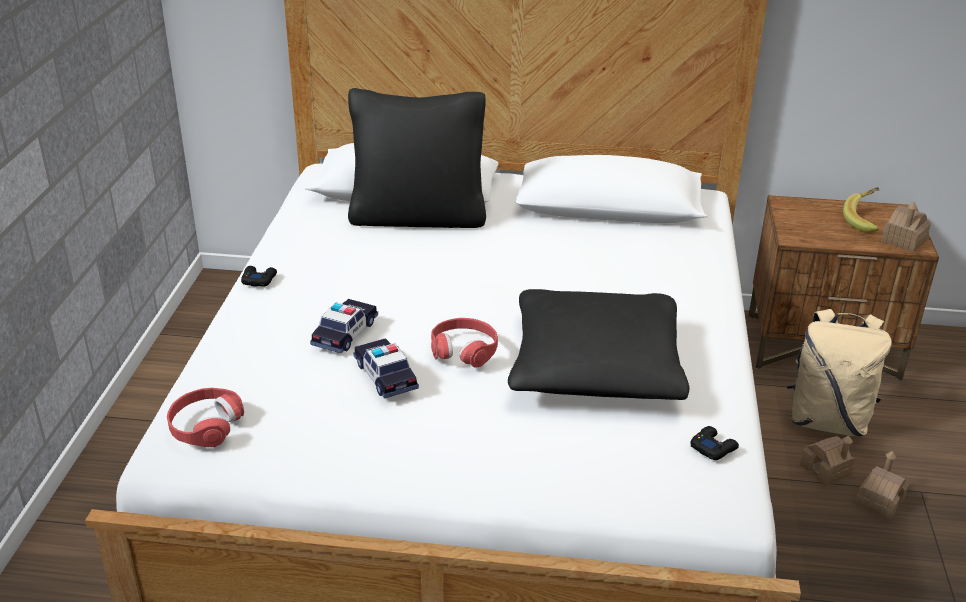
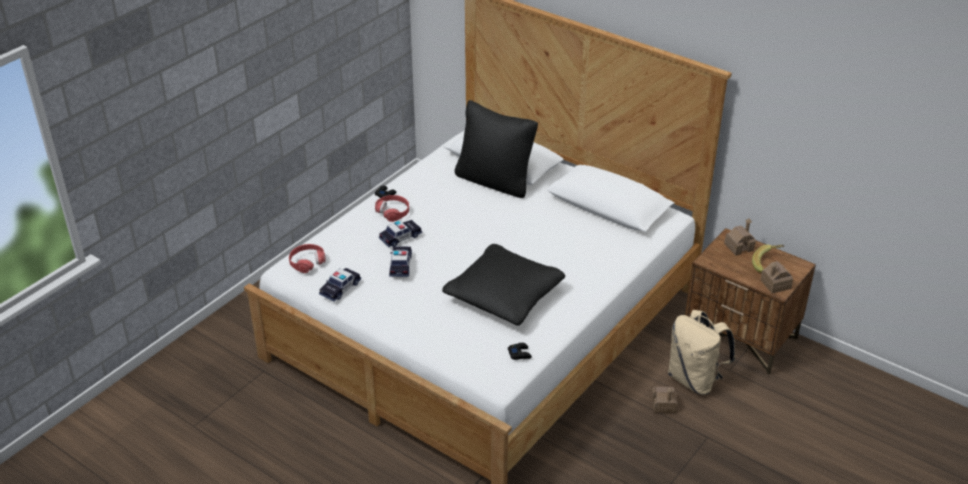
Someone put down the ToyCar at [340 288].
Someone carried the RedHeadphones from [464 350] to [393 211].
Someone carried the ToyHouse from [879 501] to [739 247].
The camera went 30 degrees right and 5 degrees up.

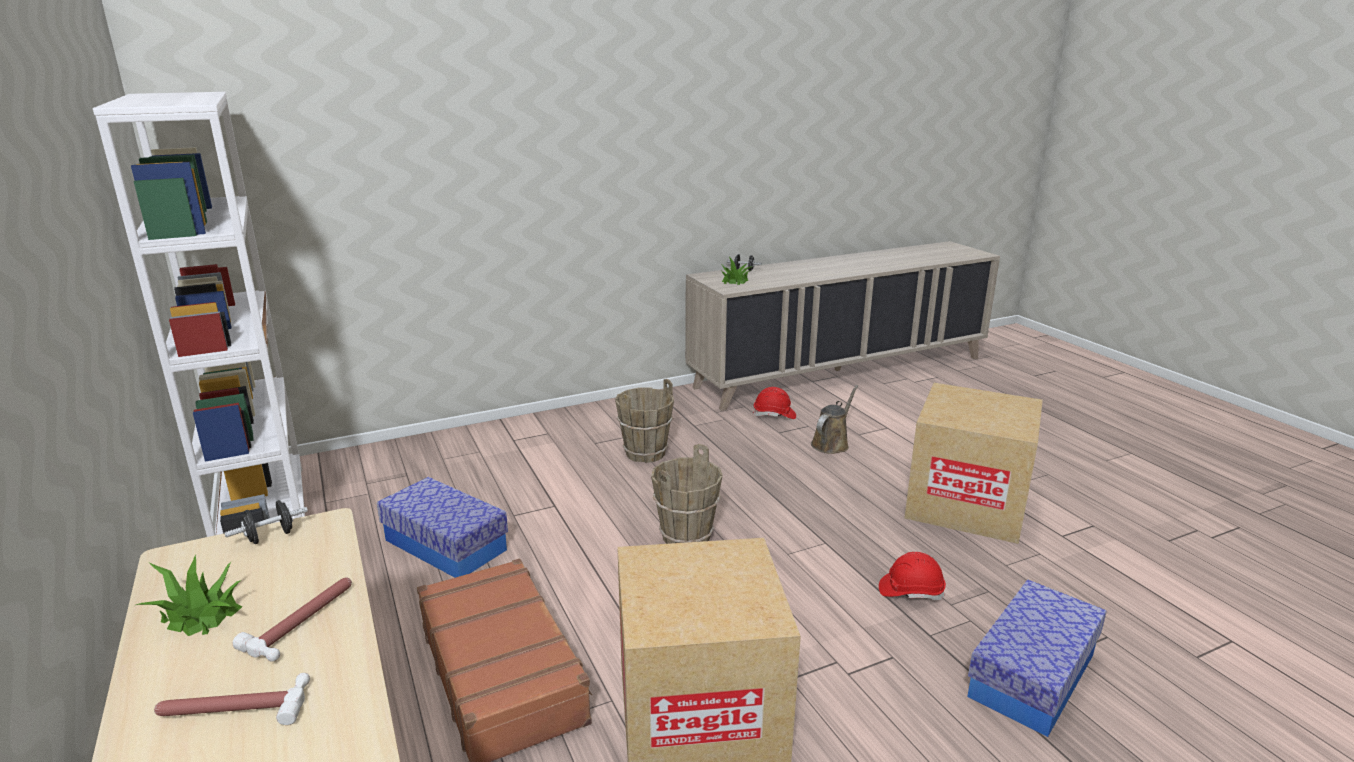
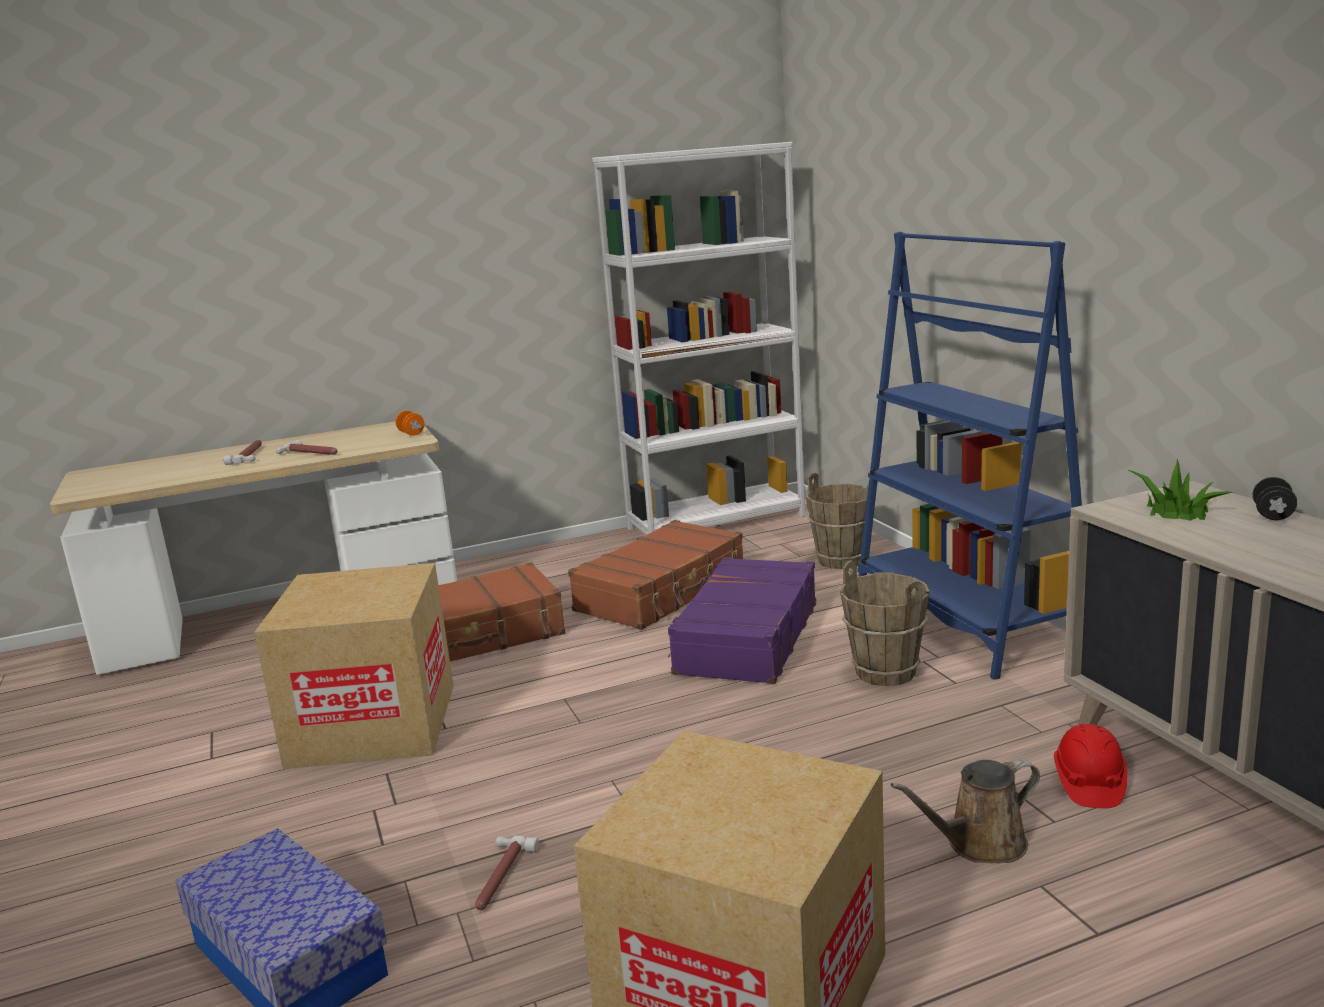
Someone took away the PottedPlant at [200 614].
Someone put down the PurpleSuitcase at [746 638].
Someone put down the BlueBookcase at [966 620].
Someone carried the BrownBucket from [687 537] to [841 561].
Someone swapped the StorageBox at [445 545] for the BrownSuitcase at [662 592].
Someone swapped the RedHardHat at [910 591] for the Hammer at [499 877].
Someone repainted the BlackDumbbell at [270 536], which became the OrangeDumbbell at [411 433].
Someone rotated the BrownWateringCan at [831 443] by 120 degrees clockwise.
The camera went 95 degrees right and 5 degrees down.

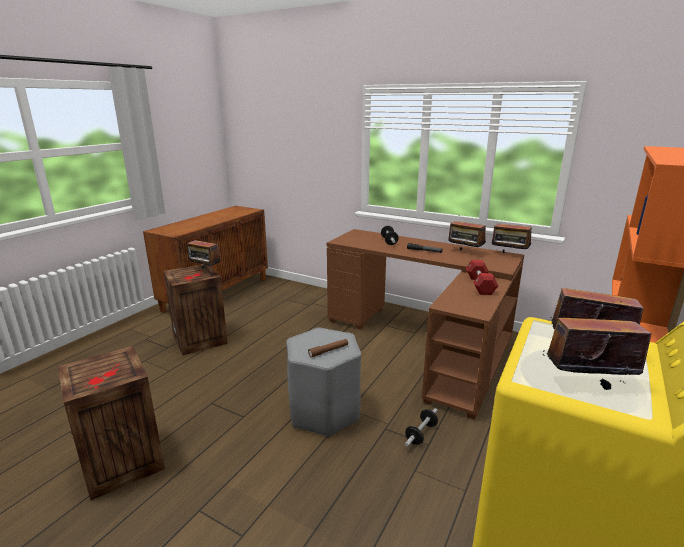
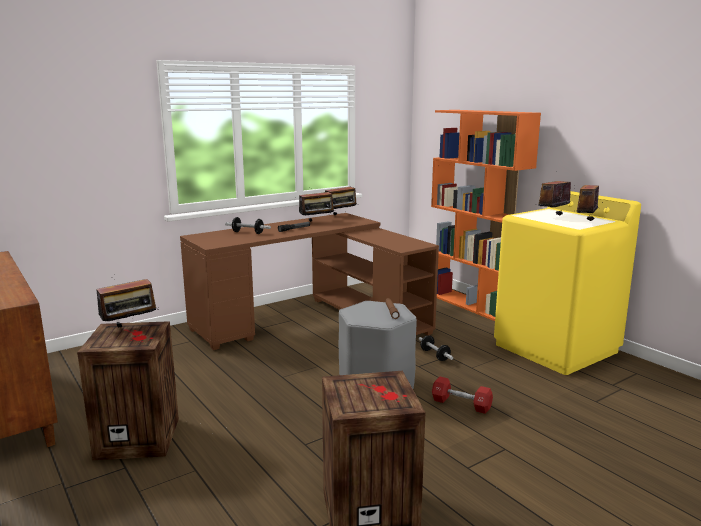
Someone carried the RedDumbbell from [480 285] to [461 404].
The camera went 65 degrees left and 5 degrees down.

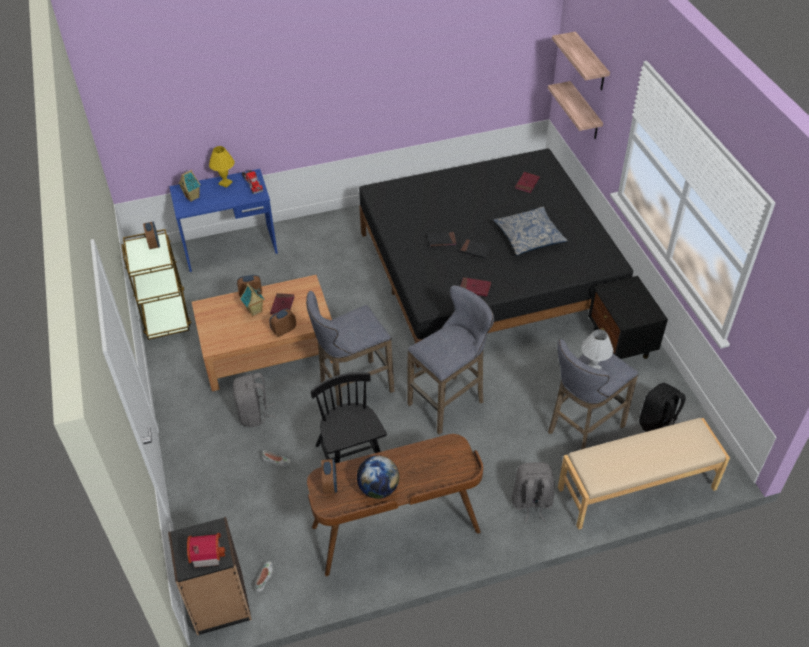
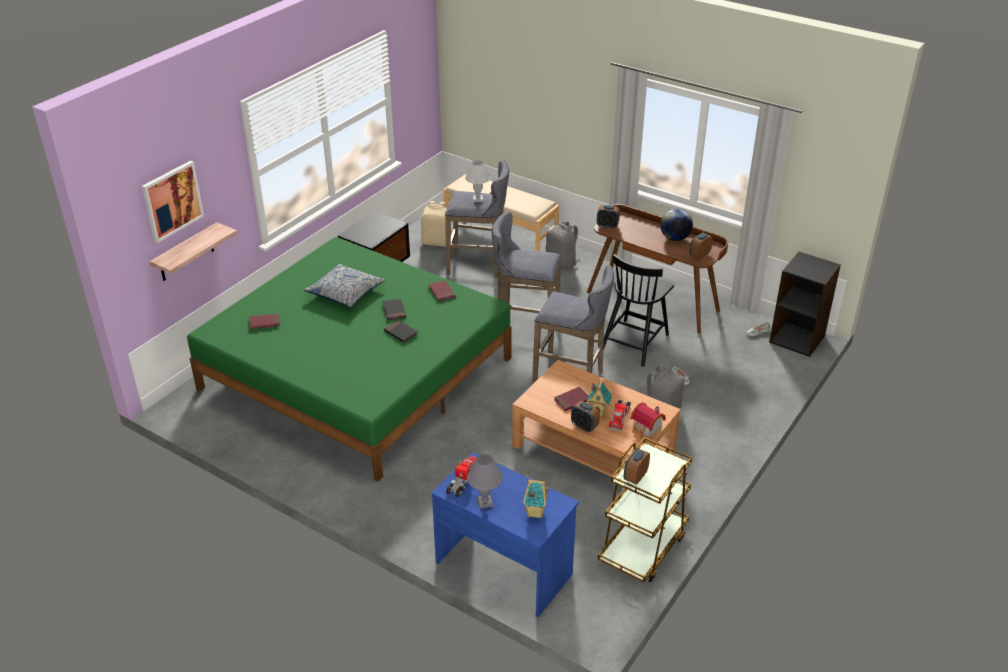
Someone put down the ToyTruck at [619 417].
Someone carried the ToyHouse from [206 553] to [646 428].
Someone carried the AlarmClock from [284 330] to [607 226].
Someone swapped the Shelf at [590 62] for the Picture at [172 200].
Someone repainted the YellowTableLamp at [225 183], which became the GreyTableLamp at [485 502].
Someone repainted the BlackBed at [486 273], which became the GreenBed at [357 373].
Someone repainted the BlackBackpack at [657 424], which became the BeigeBackpack at [437 242].
The camera went 130 degrees left and 10 degrees down.

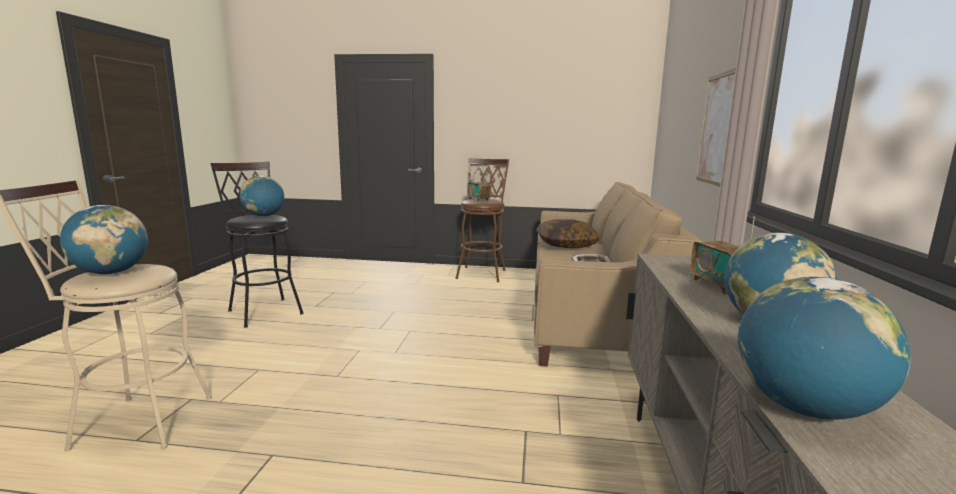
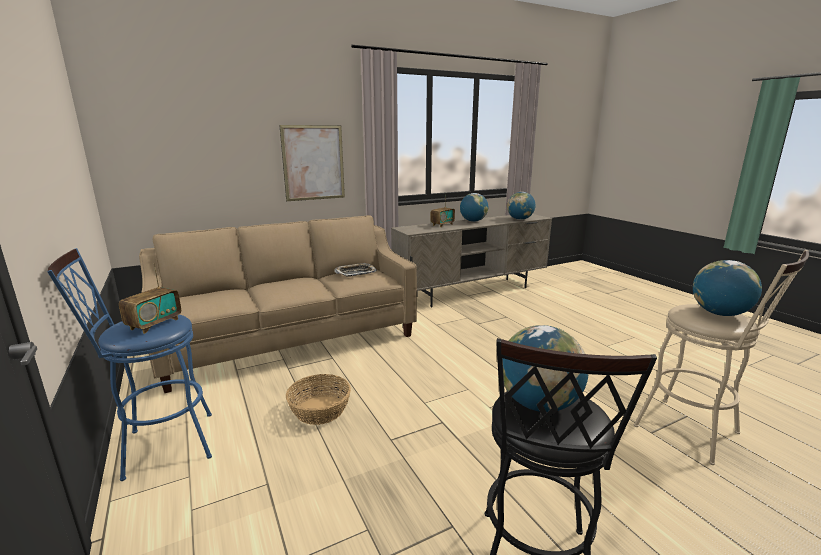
Someone took away the Pillow at [565 245].
Someone put down the Basket at [320 410].
Someone repainted the BrownStool at [482 273], which became the BlueStool at [160 446].
The camera went 125 degrees left and 5 degrees up.

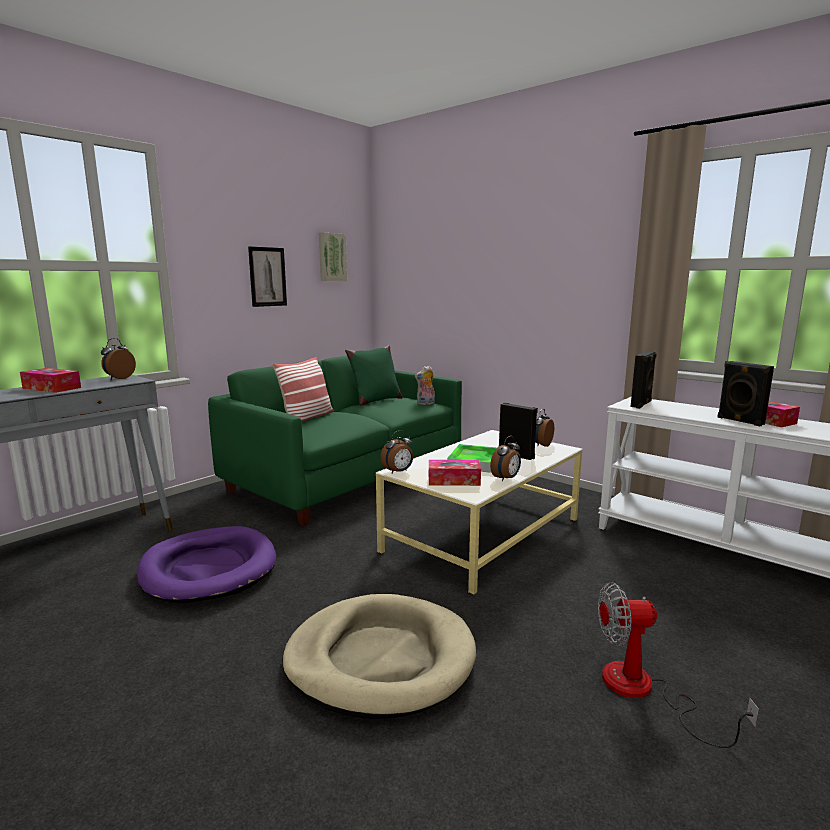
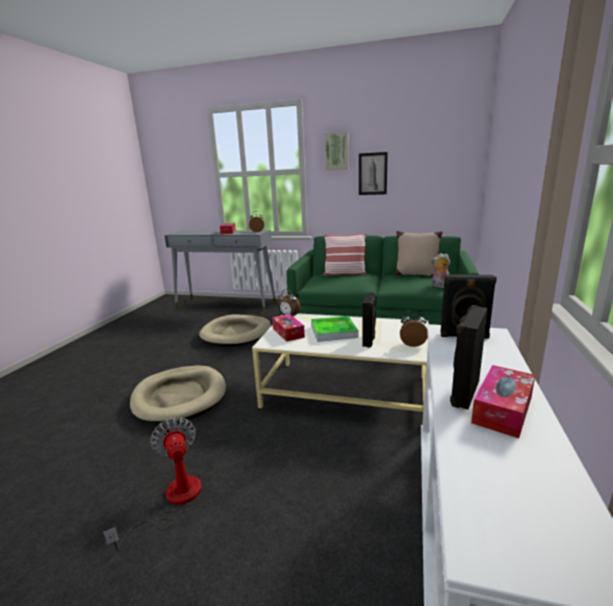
Someone took away the AlarmClock at [506 478].
Someone carried the Picture from [331 257] to [336 151].
Someone repainted the PurpleDogBed at [209 569], which became the BeigeDogBed at [236 333].
Someone repainted the GreenPillow at [375 401], which became the BeigePillow at [416 275].
The camera went 65 degrees right and 5 degrees up.

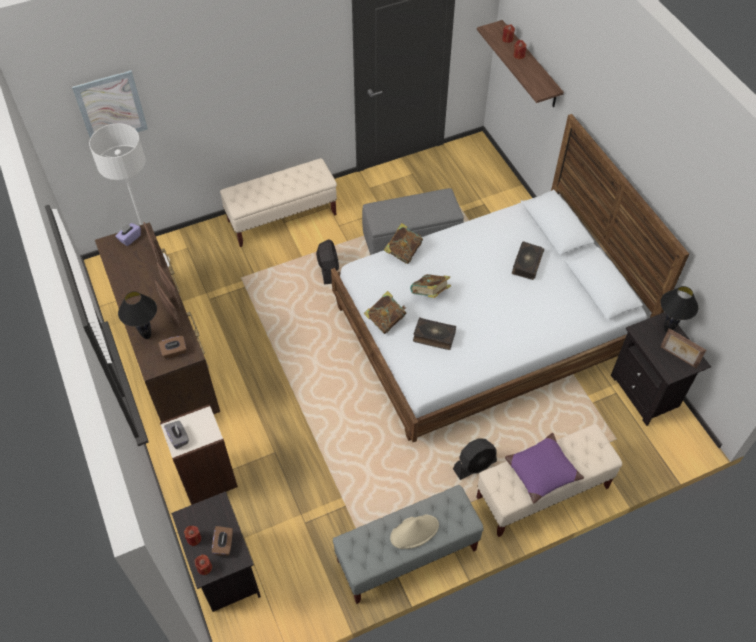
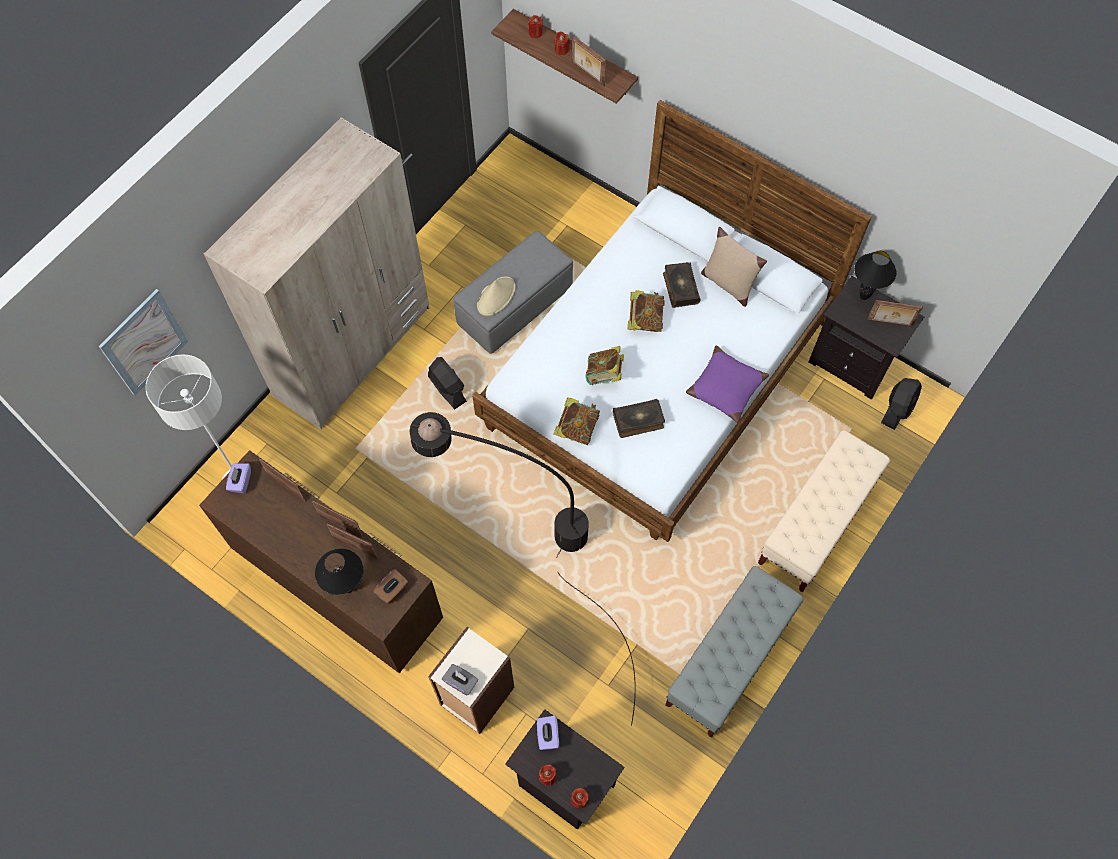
Someone took away the BrownTissueBox at [224 545].
Someone put down the BlackFloorLamp at [528 548].
Someone put down the PurpleTissueBox at [547 735].
Someone put down the PictureFrame at [587 74].
Someone put down the BeigePillow at [728 283].
Someone carried the Book from [403 252] to [644 320].
Someone carried the BeigeHat from [414 531] to [496 296].
Someone carried the BlackFan from [475 465] to [897 409].
Someone carried the PurplePillow from [542 471] to [725 388].
Someone swapped the BeigeBench at [282 218] for the BeigeWardrobe at [353 351].
The camera went 30 degrees left and 10 degrees up.

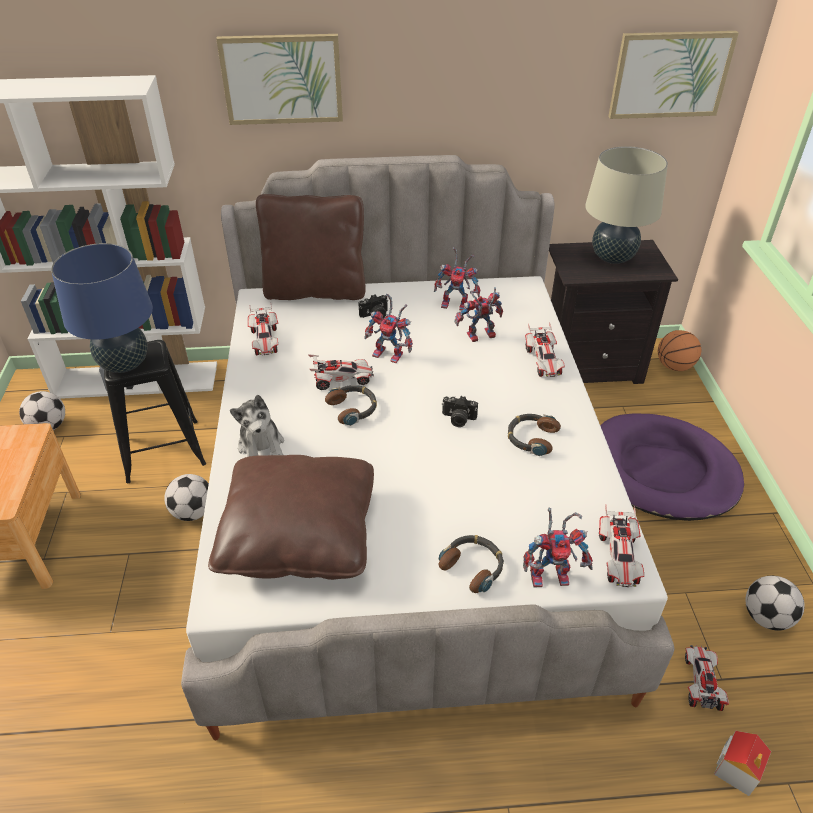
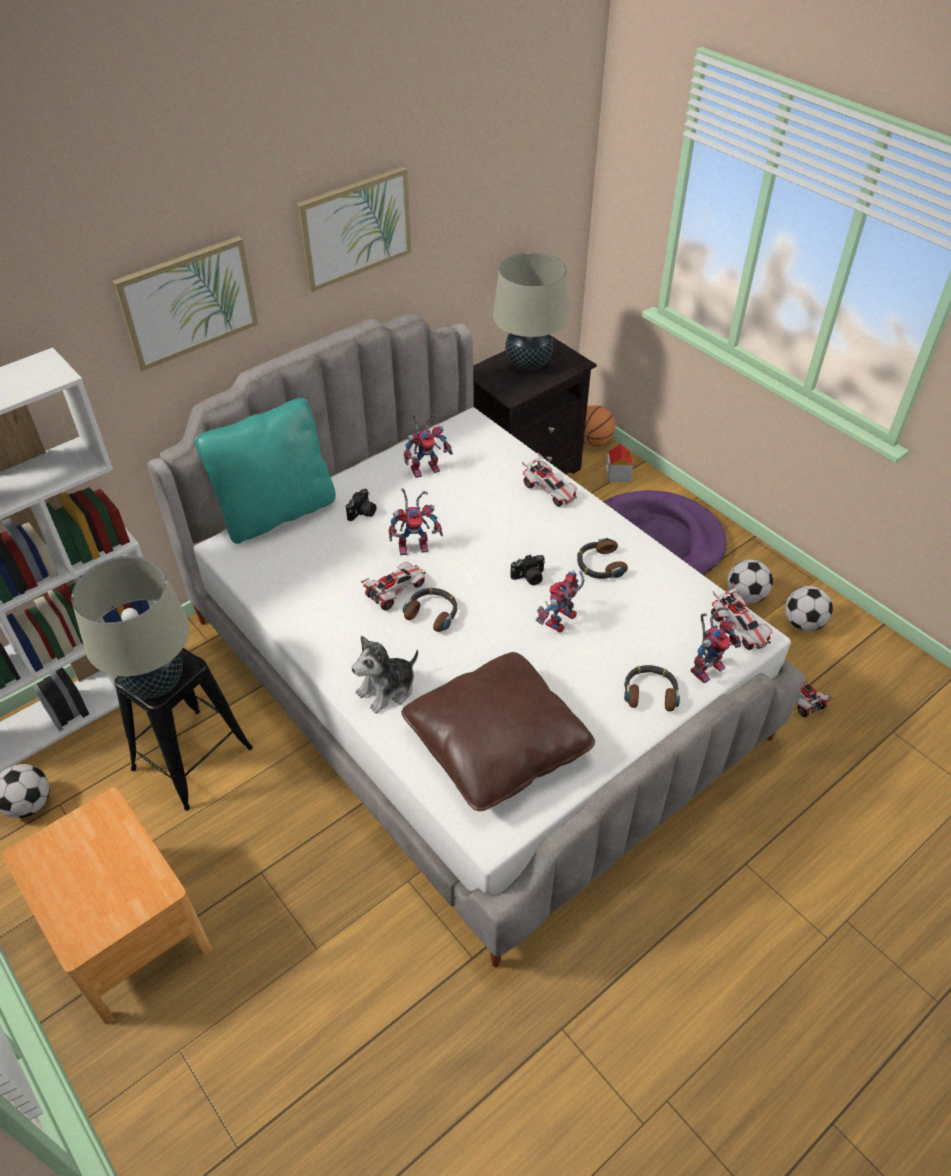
Someone took away the ToyCar at [265 341].
Someone carried the Football from [193 512] to [745 596].
Someone carried the ToyRobot from [479 337] to [561 623].
Someone carried the Picture from [670 74] to [354 228].
Someone carried the ToyHouse from [737 769] to [618 474].
Someone repainted the BlueTableLamp at [124 364], which became the BeigeTableLamp at [155 683].
Someone repainted the BrownPillow at [315 290], which became the TurquoisePillow at [277 513].
Someone rotated the PlushToy at [262 446] by 105 degrees clockwise.
The camera went 35 degrees left and 5 degrees up.

